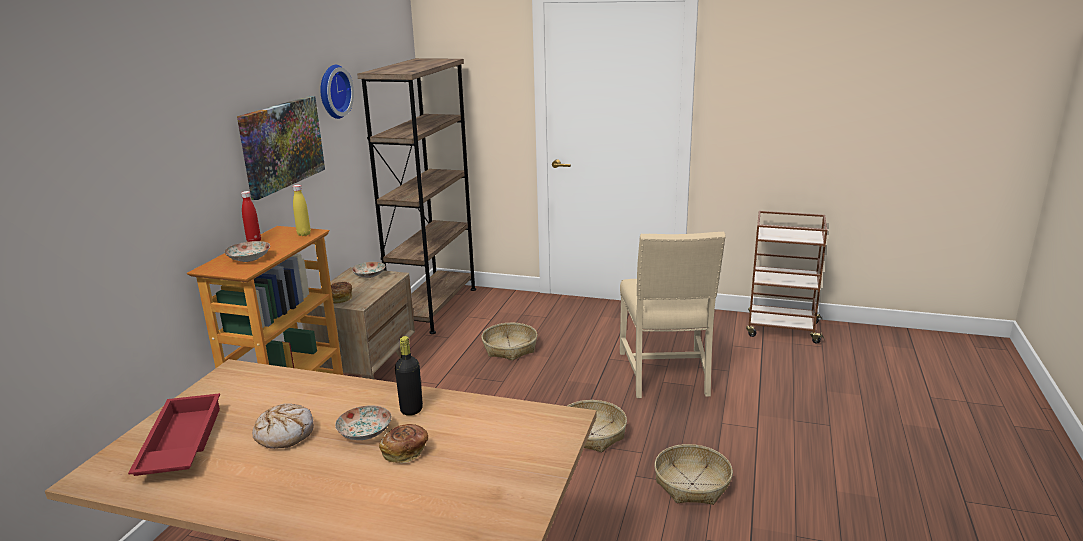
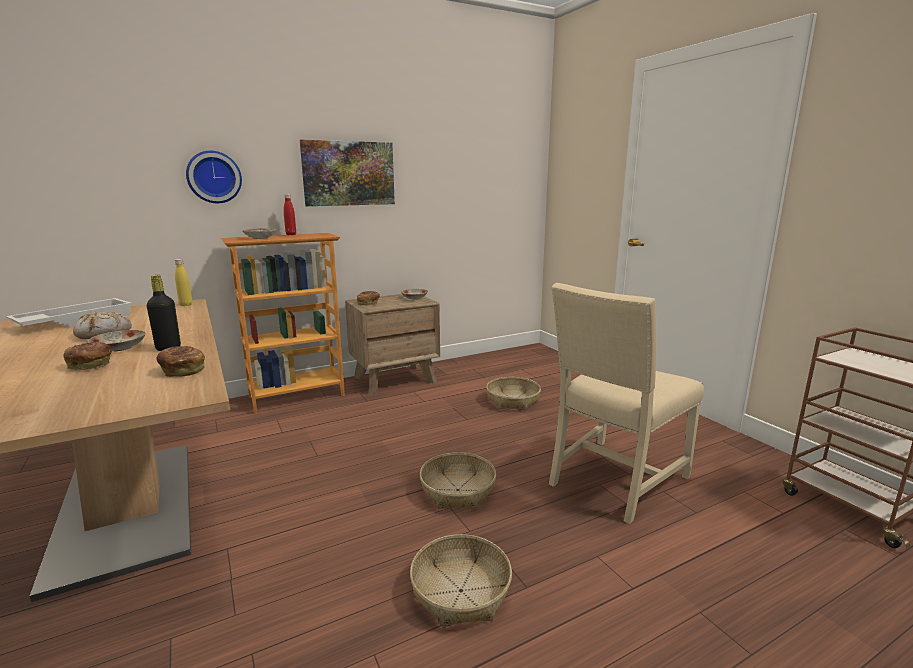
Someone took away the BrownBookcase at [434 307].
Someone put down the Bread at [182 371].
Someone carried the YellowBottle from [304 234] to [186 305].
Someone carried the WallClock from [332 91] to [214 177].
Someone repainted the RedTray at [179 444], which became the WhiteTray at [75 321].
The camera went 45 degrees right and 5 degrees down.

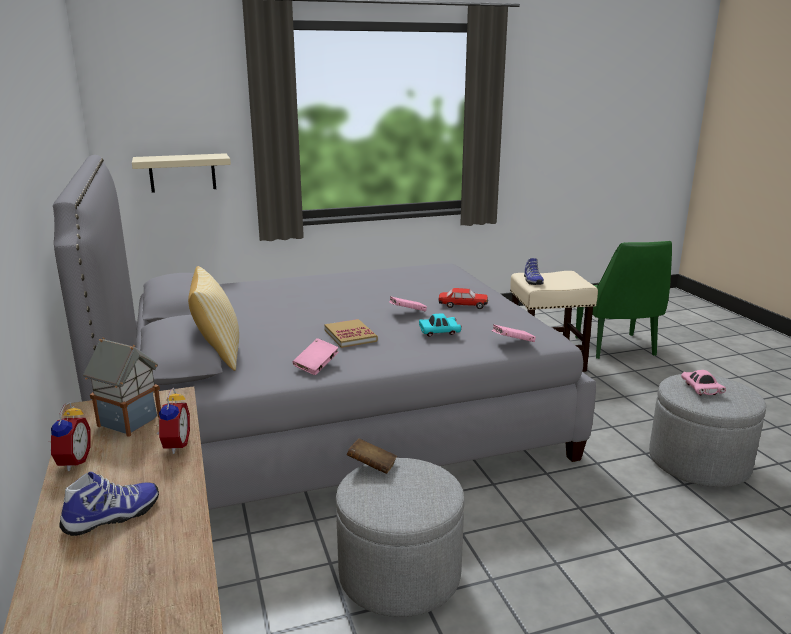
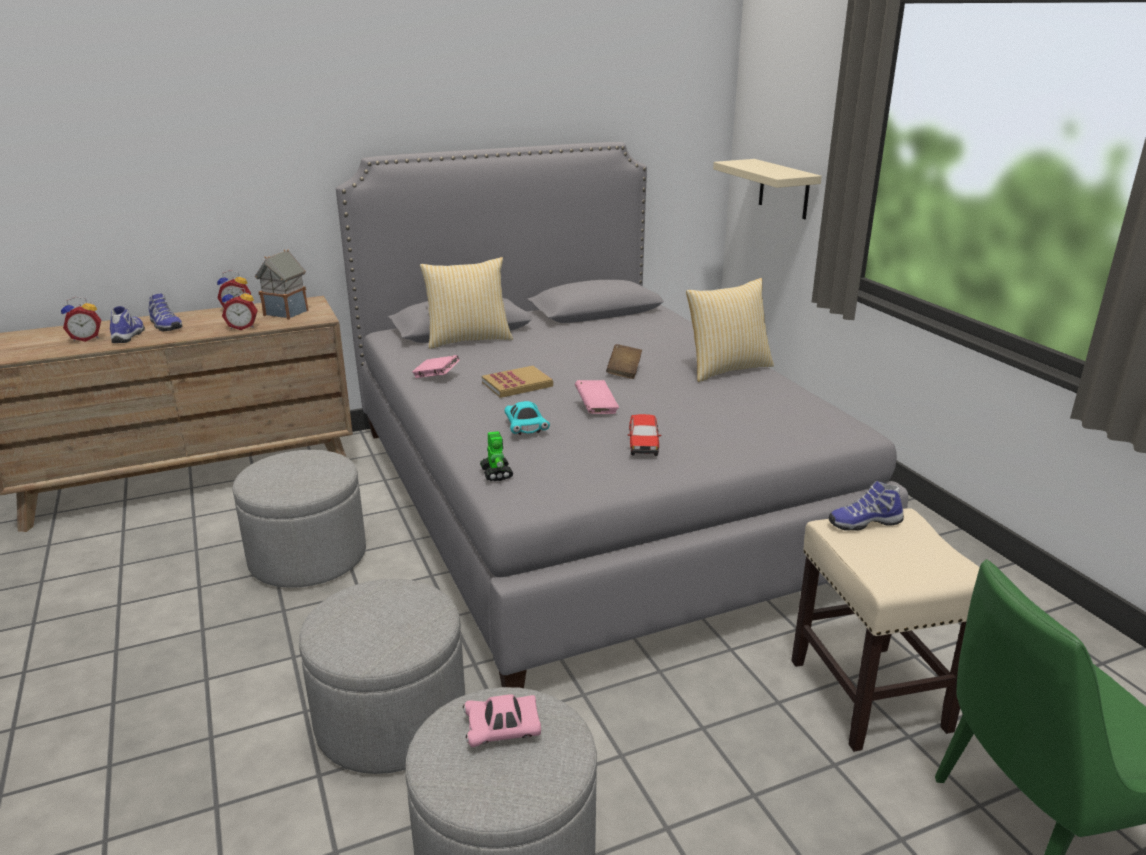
Someone put down the AlarmClock at [86 338].
Someone put down the Shoe at [129 336].
Someone put down the GreyOttoman at [391 720].
Someone put down the Pillow at [726 369].
Someone carried the BrownBook from [372 466] to [624 371].
Someone swapped the PinkBook at [512 343] for the ToyRobot at [496 473].
The camera went 85 degrees right and 5 degrees up.

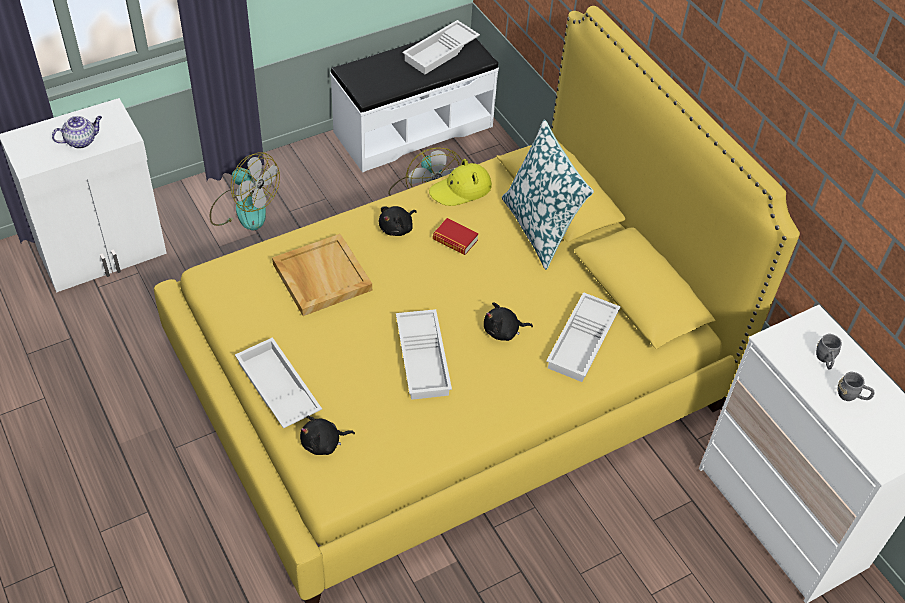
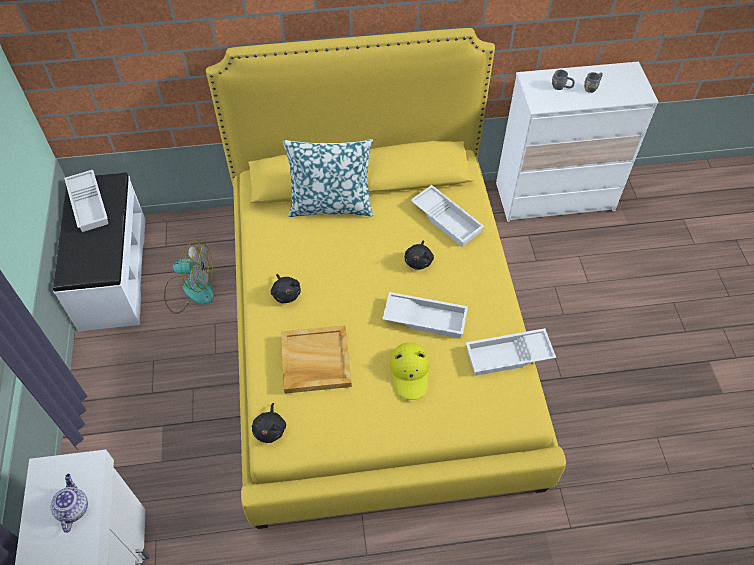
Someone took away the Fan at [243 209].
Someone took away the Book at [455 240].
Someone carried the WhiteTray from [276 389] to [508 356].
Someone carried the BlackPlushToy from [323 443] to [270 429].
Someone carried the YellowHat from [461 190] to [410 373].
The camera went 65 degrees left and 5 degrees up.

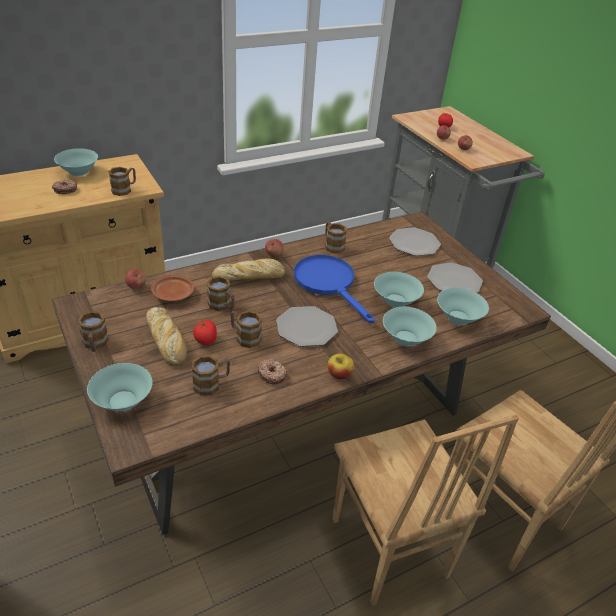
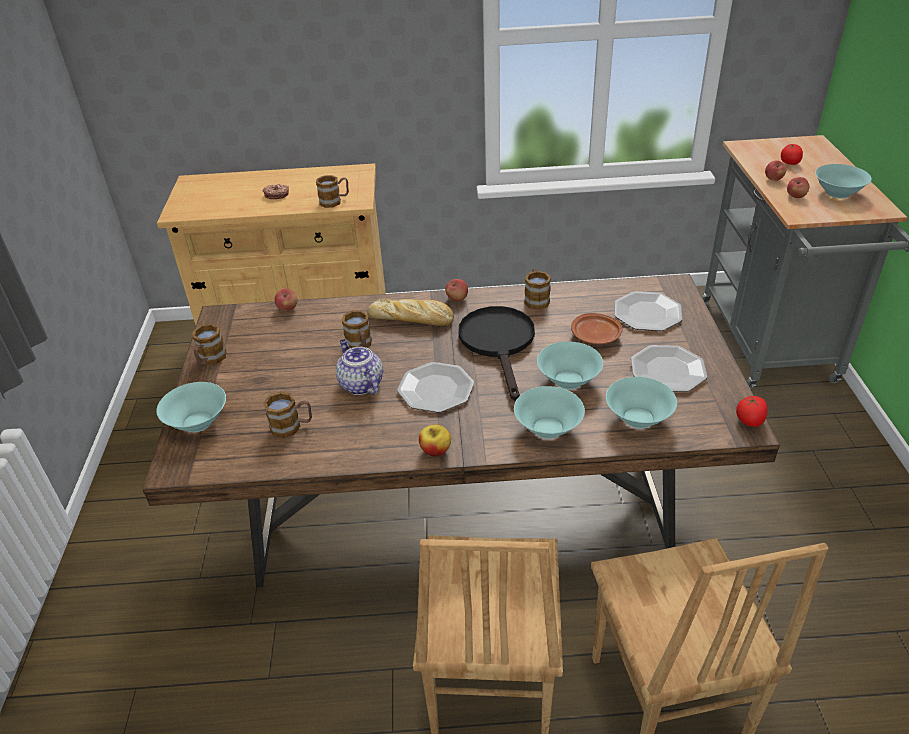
Someone took away the Bread at [167 341].
Someone took away the Donut at [272 374].
Someone carried the TurquoiseBowl from [78 171] to [837 193].
Someone carried the BrownPlate from [173 294] to [596 337].
Someone carried the Tomato from [206 340] to [749 421].
Someone swapped the Mug at [244 337] for the Teapot at [360 384].
Someone repainted the BlueFryingPan at [329 284], which became the BlackFryingPan at [499 343].
The camera went 30 degrees right and 0 degrees up.

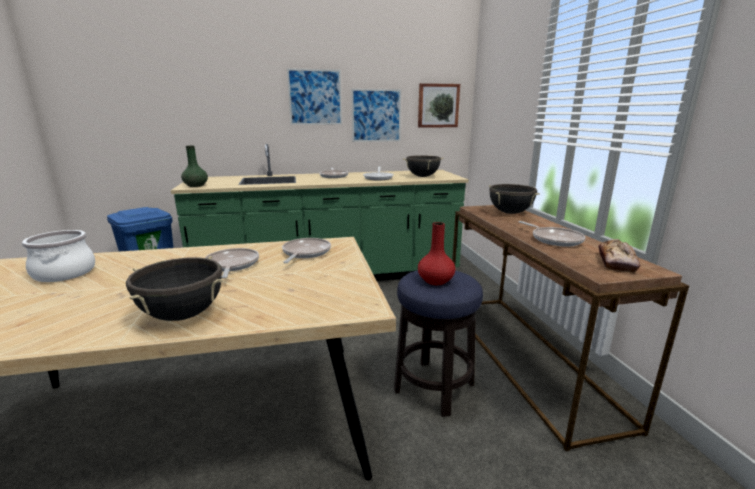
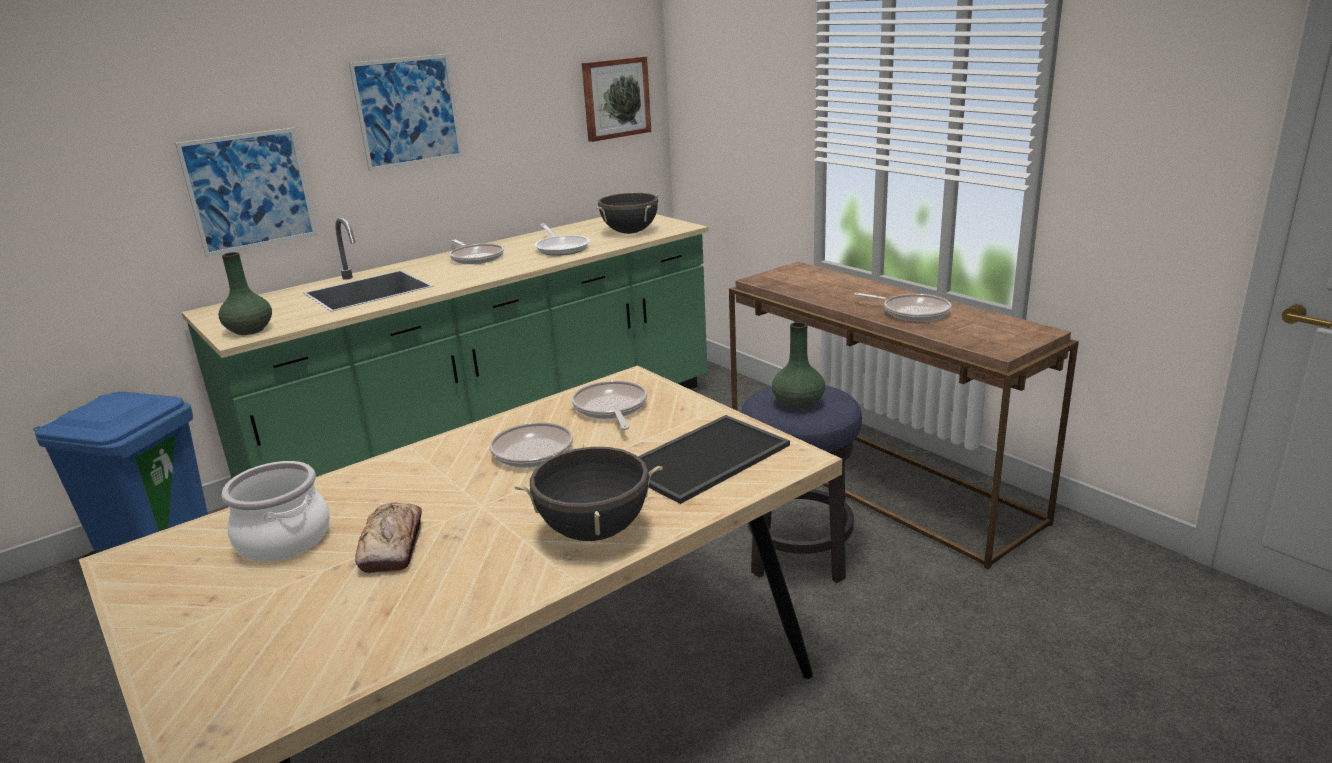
Someone took away the BlackCookingPot at [510 213].
Someone put down the Tray at [704 456].
Someone carried the Picture from [376 115] to [249 191].
Someone carried the Bread from [616 262] to [393 546].
Someone repainted the RedVase at [435 281], which became the GreenVase at [797 404].
The camera went 25 degrees left and 5 degrees up.

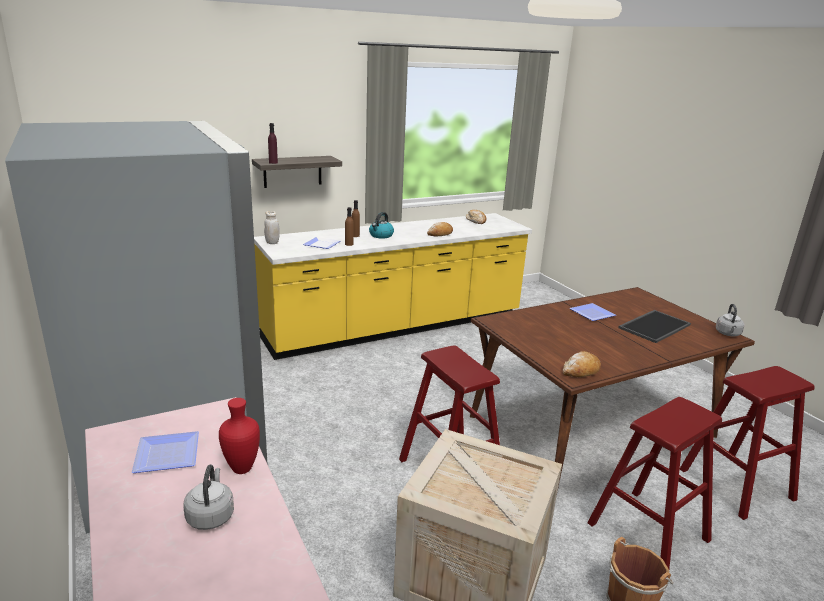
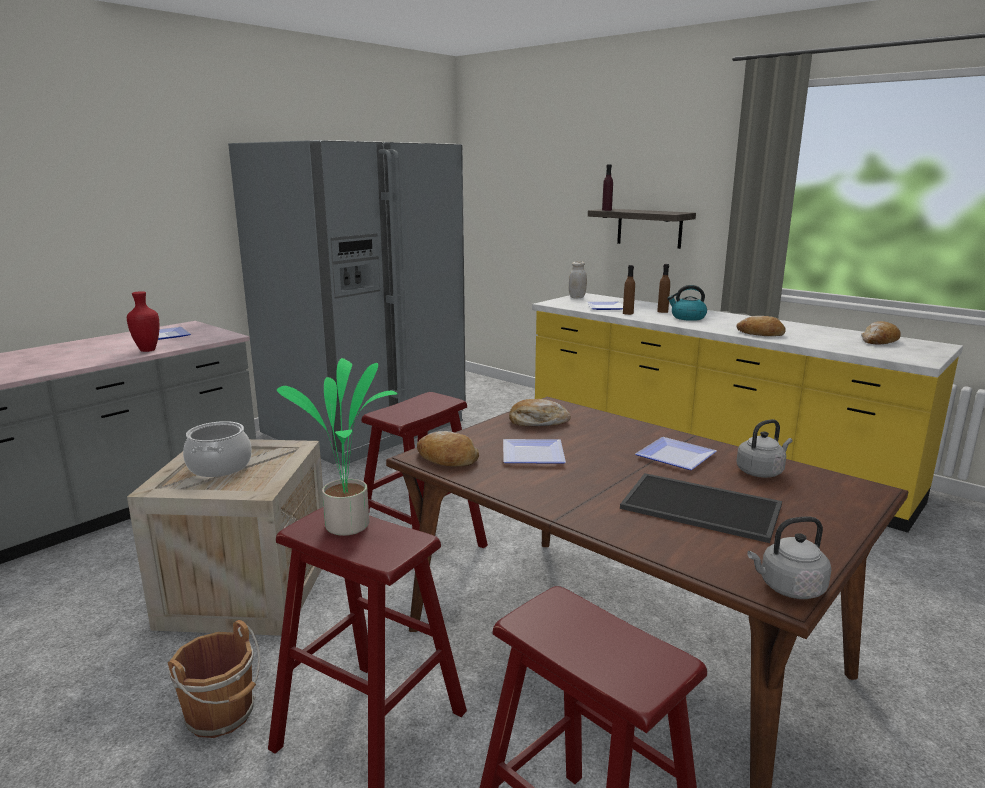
Someone put down the CookingPot at [219 466].
Someone put down the PottedPlant at [350 525].
Someone put down the Plate at [535 454].
Someone put down the Bread at [538 422].
Someone carried the GreyKettle from [211 515] to [761 472].
The camera went 70 degrees right and 5 degrees down.

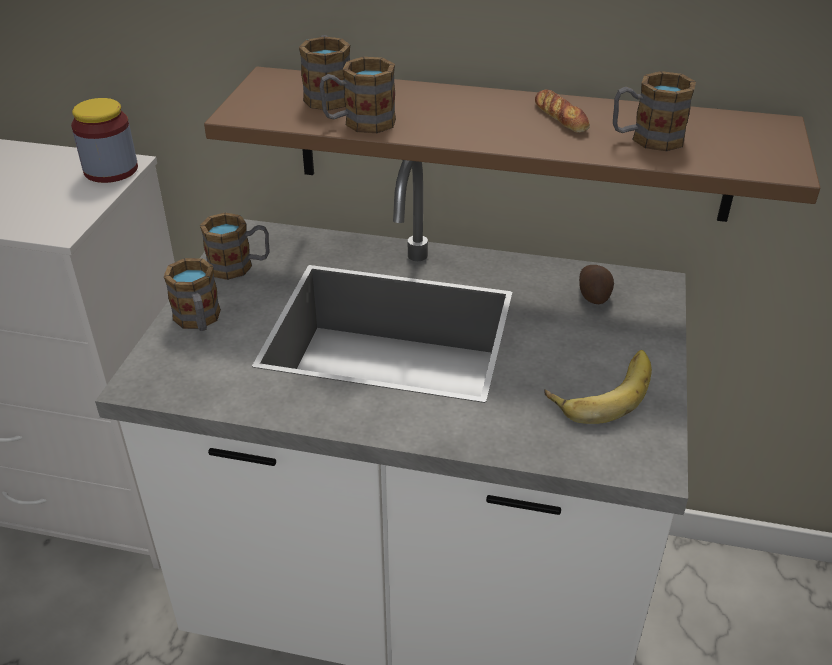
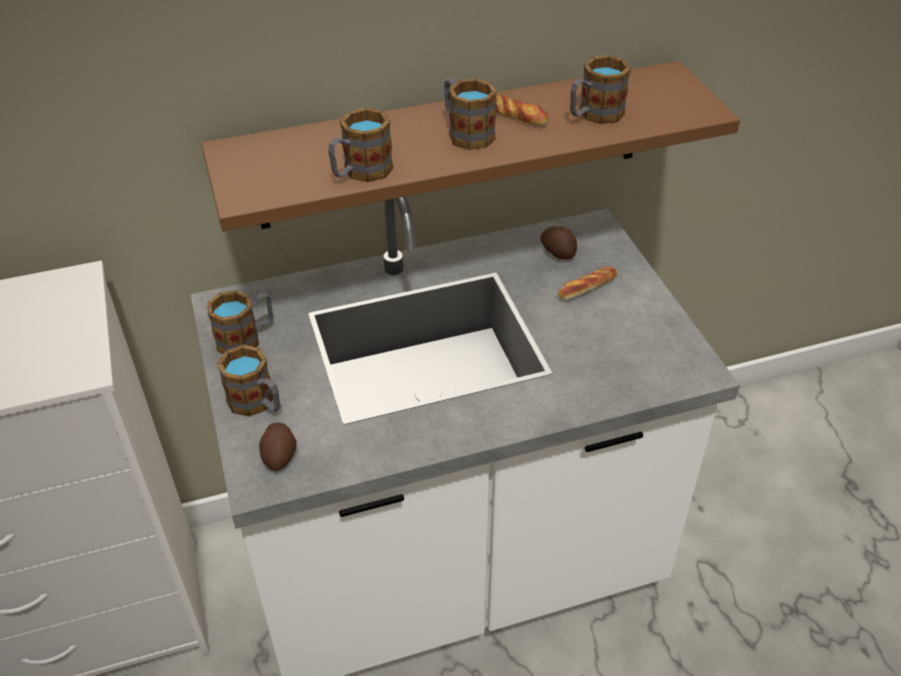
Someone took away the Jar at [111 170].
Someone took away the Banana at [601 389].
Someone put down the Potato at [280 454].
Someone put down the Bread at [587 287].
Someone carried the Mug from [327 95] to [466 132].
The camera went 30 degrees left and 5 degrees up.

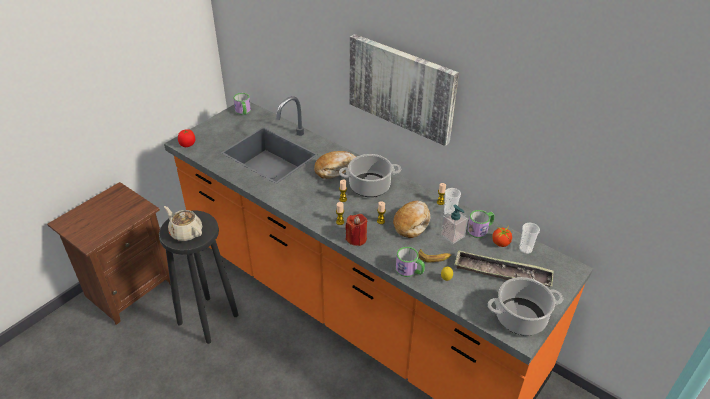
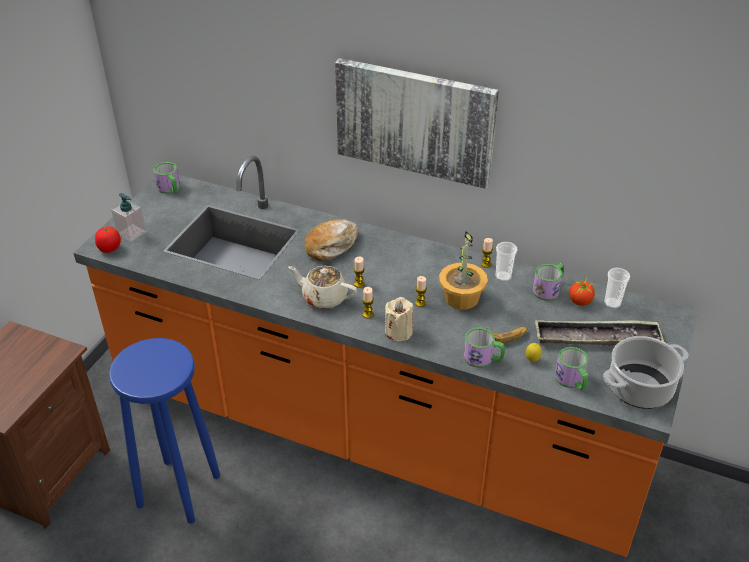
Someone took away the CookingPot at [370 186].
Someone put down the Mug at [572 381].
Someone carried the BeigeTeapot from [186 232] to [324 297].
Someone carried the SoapDispenser from [452 235] to [131 233].
Someone swapped the Bread at [412 223] for the PottedPlant at [461 298].
Someone repainted the BlackStool at [208 318], which became the BlueStool at [179 489].
Someone repainted the RedCandle at [356 238], which became the BeigeCandle at [398 332].
The camera went 15 degrees left and 0 degrees up.

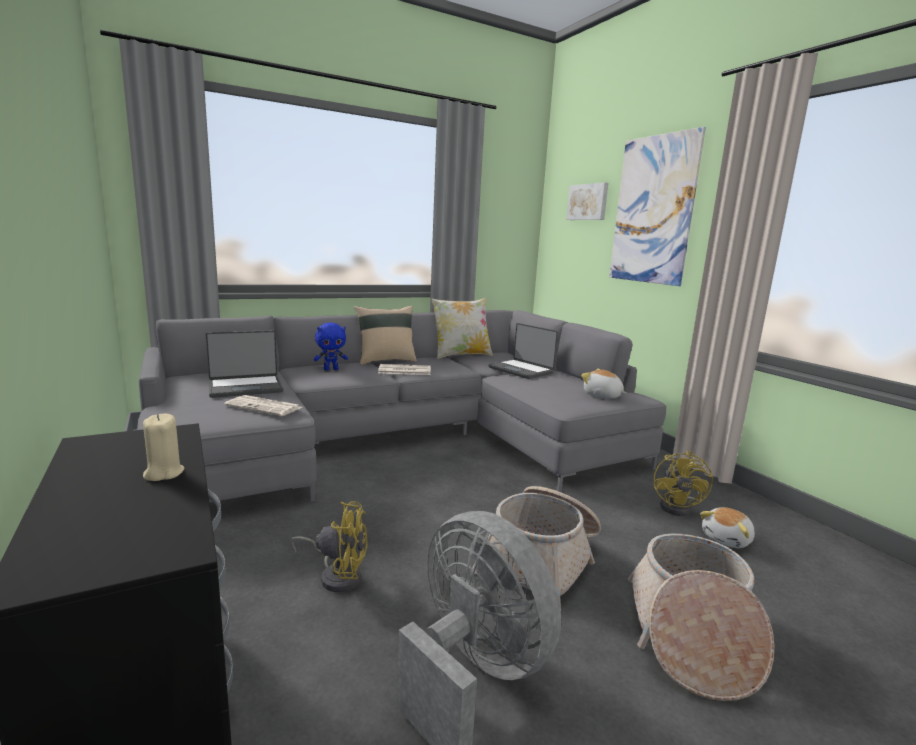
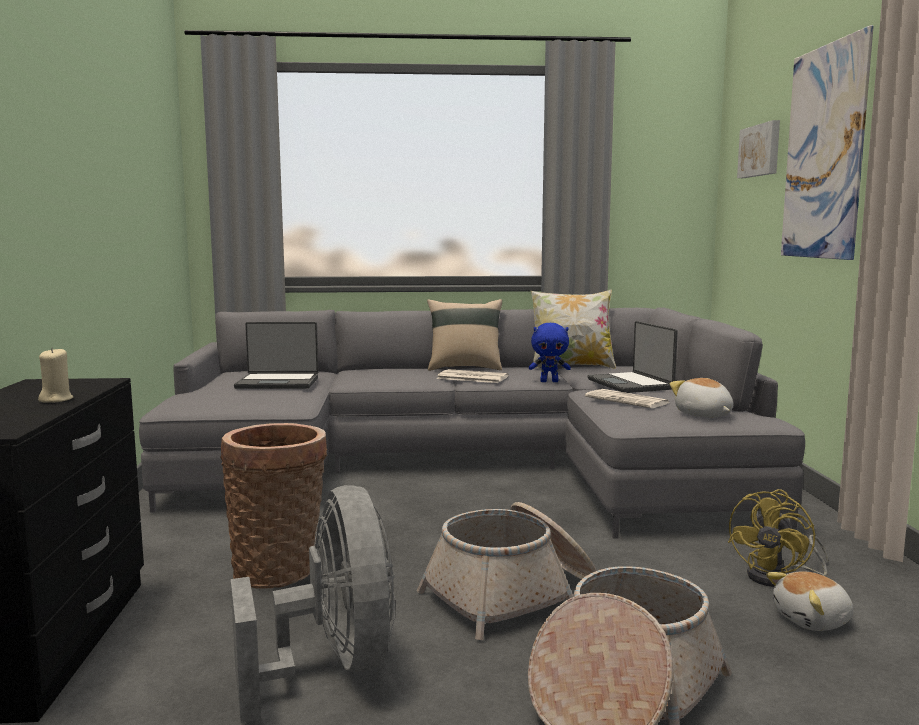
Someone carried the Newspaper from [265 407] to [628 400].
Someone carried the BluePlushToy from [331 369] to [549 381].
Someone swapped the YellowFan at [337 575] for the Basket at [279 570].
The camera went 25 degrees right and 5 degrees down.

